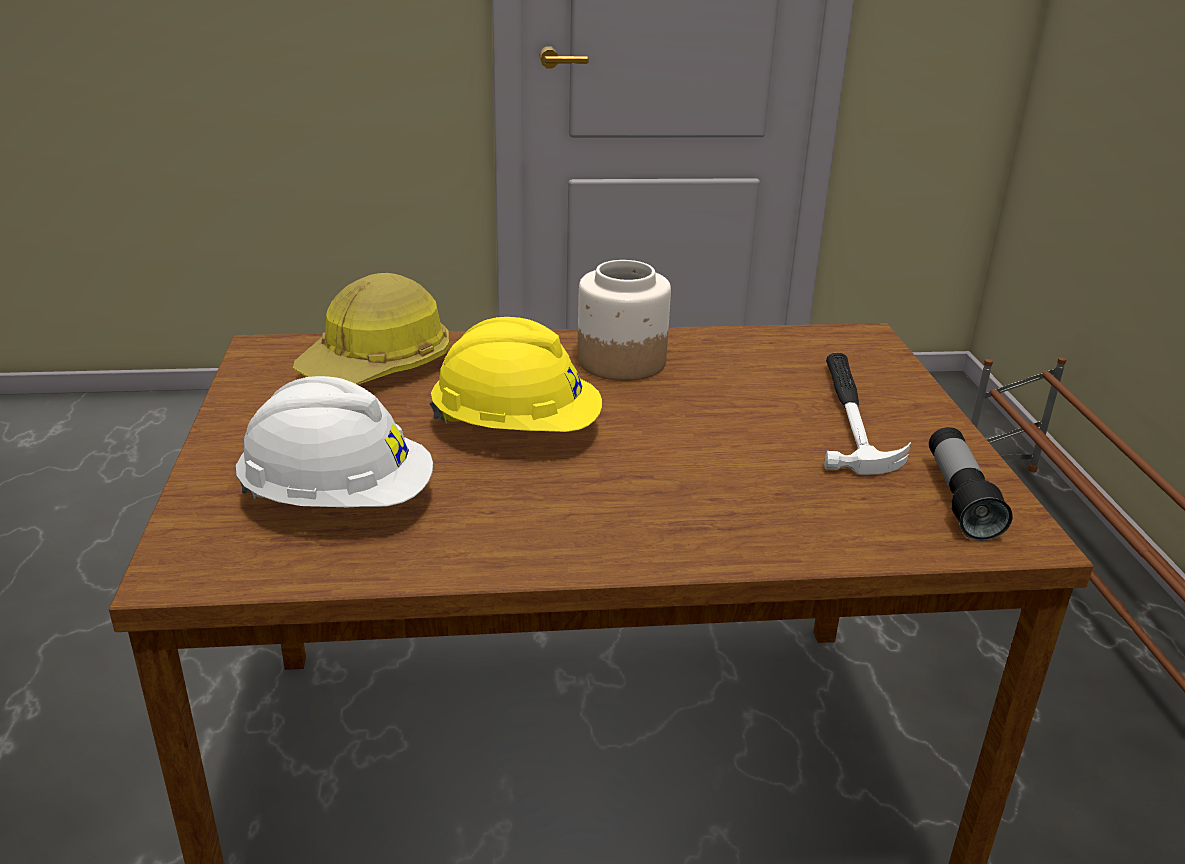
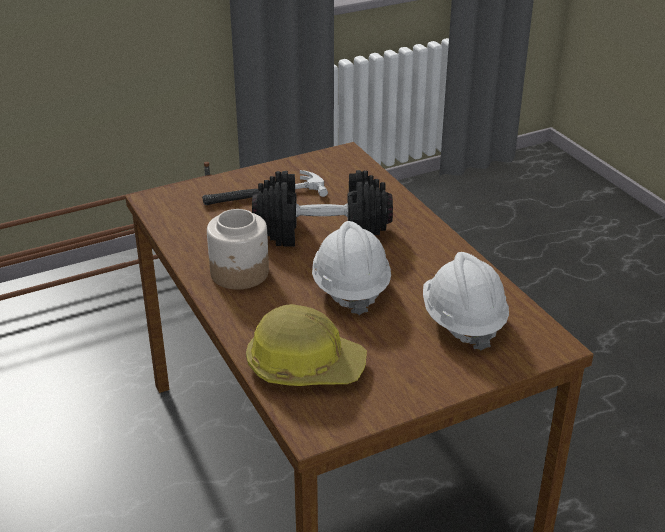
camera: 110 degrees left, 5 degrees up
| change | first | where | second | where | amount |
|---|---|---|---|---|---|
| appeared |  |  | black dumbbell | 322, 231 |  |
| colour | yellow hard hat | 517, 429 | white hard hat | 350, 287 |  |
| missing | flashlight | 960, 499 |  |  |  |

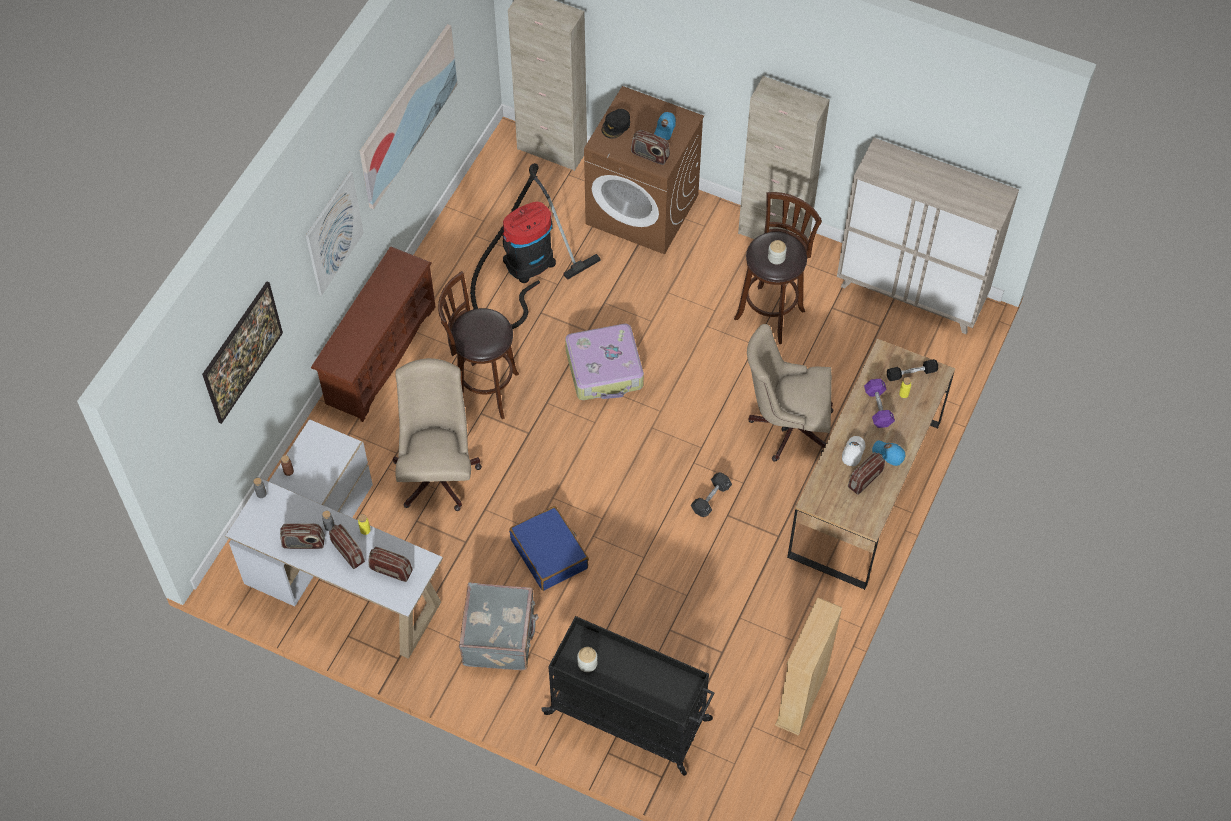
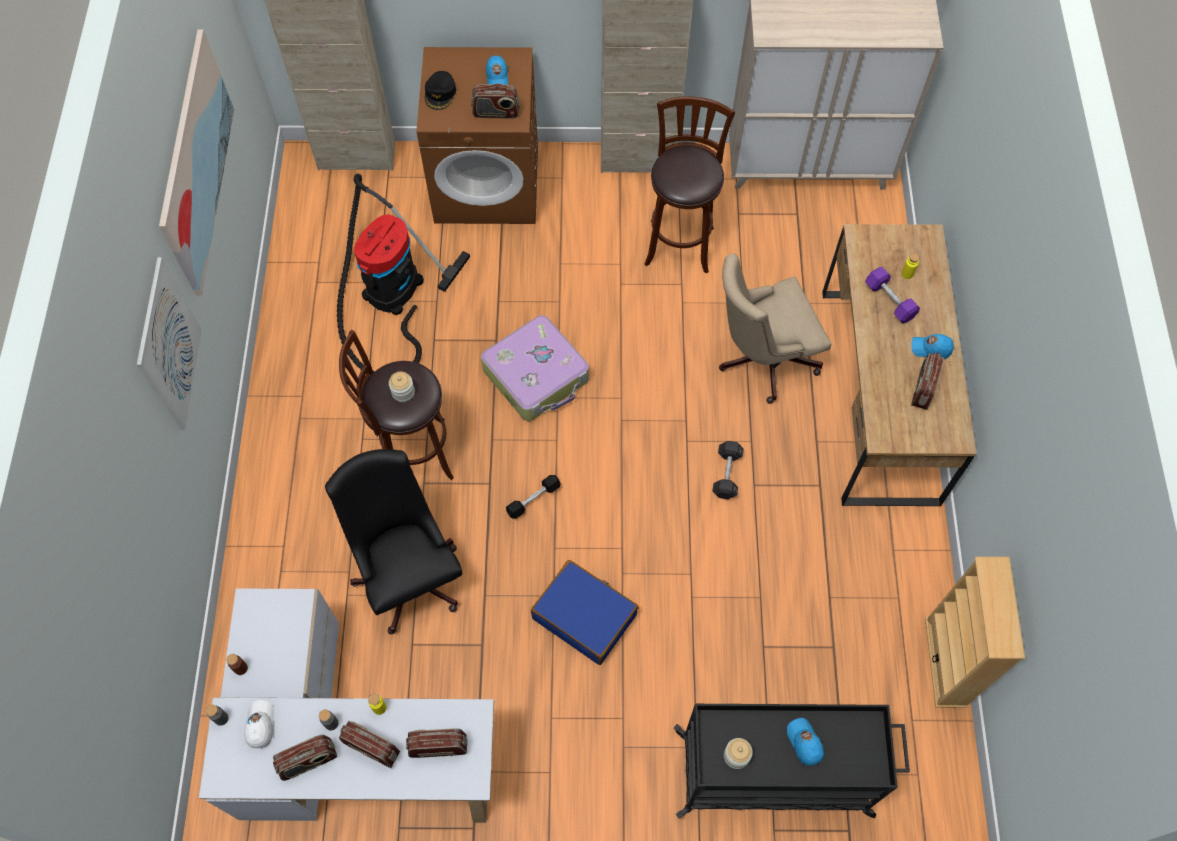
camera: 25 degrees left, 5 degrees up
| change | first | where | second | where | amount |
|---|---|---|---|---|---|
| relocated | white cap | 853, 452 |  | 260, 725 |  |
| colour | beige office chair | 438, 471 | black office chair | 408, 573 |  |
| relocated | jar | 776, 257 |  | 403, 392 |  |
| relocated | black dumbbell | 911, 373 |  | 533, 499 |  |
| appeared |  |  | blue cap | 804, 742 |  |
| missing | picture | 246, 364 |  |  |  |
| missing | brown shoe rack | 379, 354 |  |  |  |
| missing | grey suitcase | 500, 637 |  |  |  |

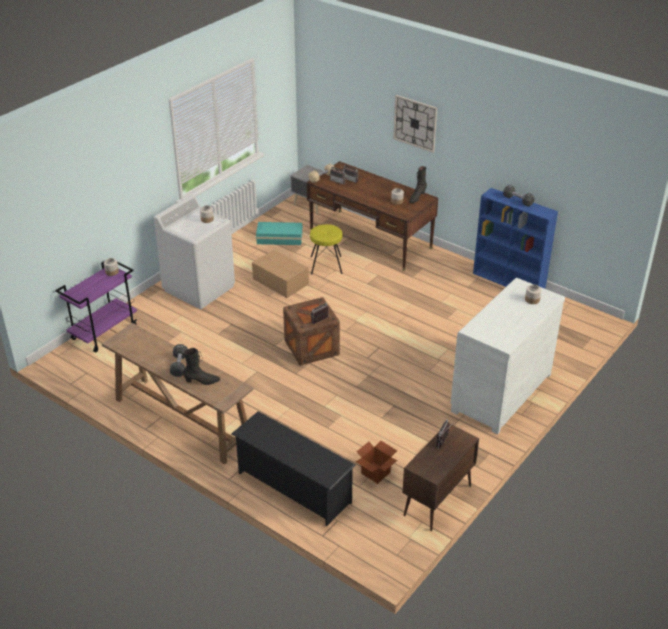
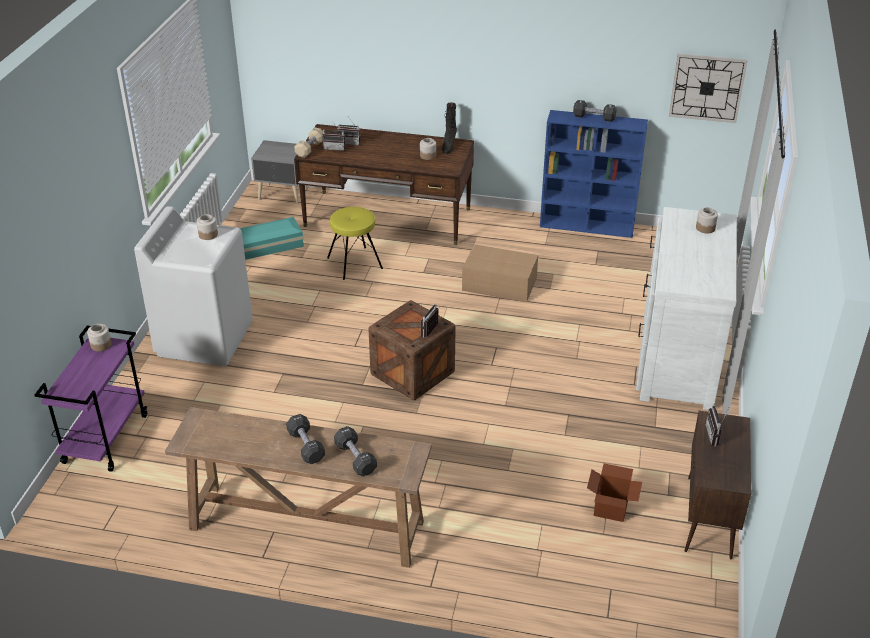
camera: 25 degrees left, 0 degrees up
| change | first | where | second | where | amount |
|---|---|---|---|---|---|
| exchanged | black boot | 202, 381 | black dumbbell | 355, 458 |  |
| relocated | cardboard box | 281, 282 |  | 500, 284 |  |
| relocated | wall clock | 415, 123 |  | 707, 88 |  |
| missing | black shoe rack | 293, 487 |  |  |  |

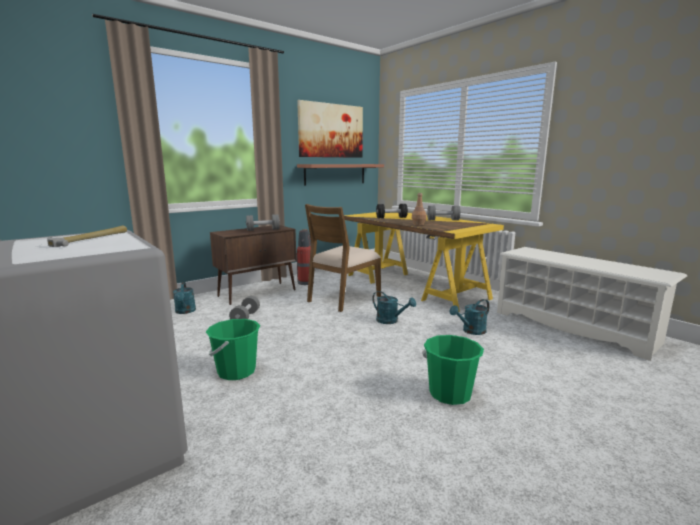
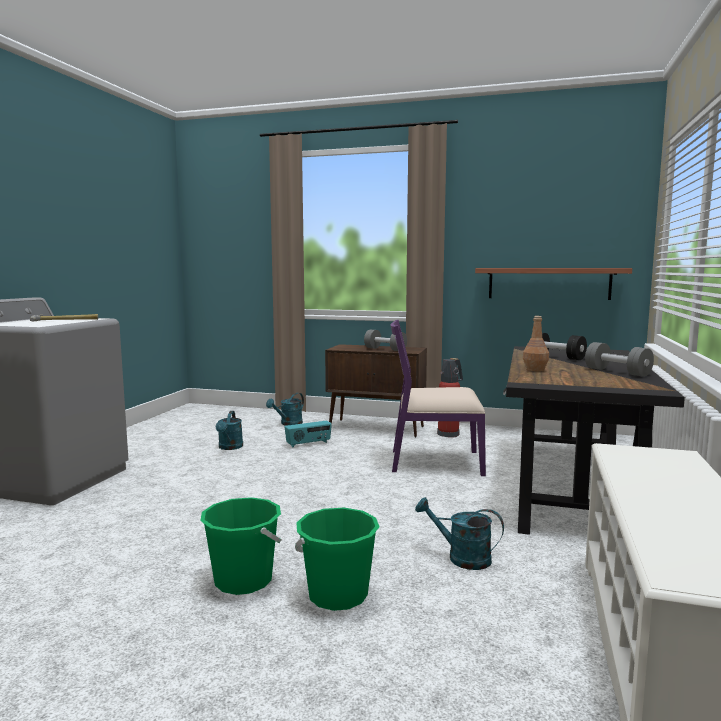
camera: 55 degrees right, 5 degrees down
| change | first | where | second | where | amount |
|---|---|---|---|---|---|
| relocated | turquoise watering can | 391, 321 |  | 229, 447 |  |
| exchanged | grey dumbbell | 245, 317 | radio | 308, 444 |  |
| relocated | green bucket | 236, 371 |  | 338, 595 |  |
| colour | brown chair | 343, 298 | purple chair | 435, 462 |  |
| colour | yellow desk | 414, 286 | black desk | 572, 483 |  |
| missing | picture | 331, 131 |  |  |  |

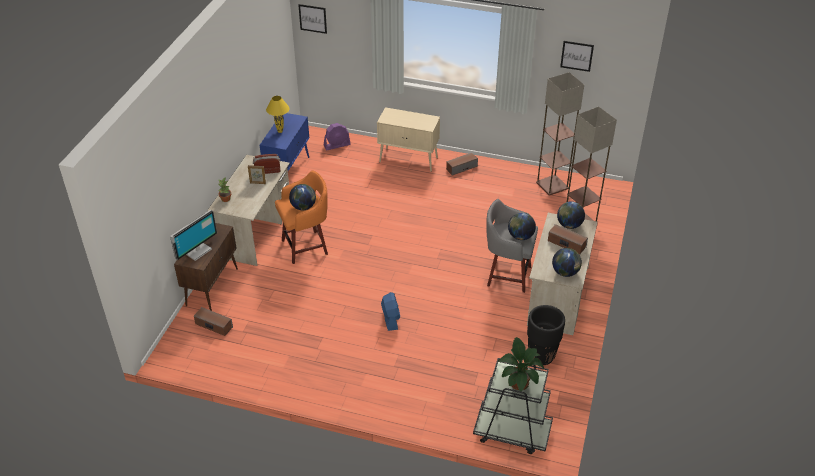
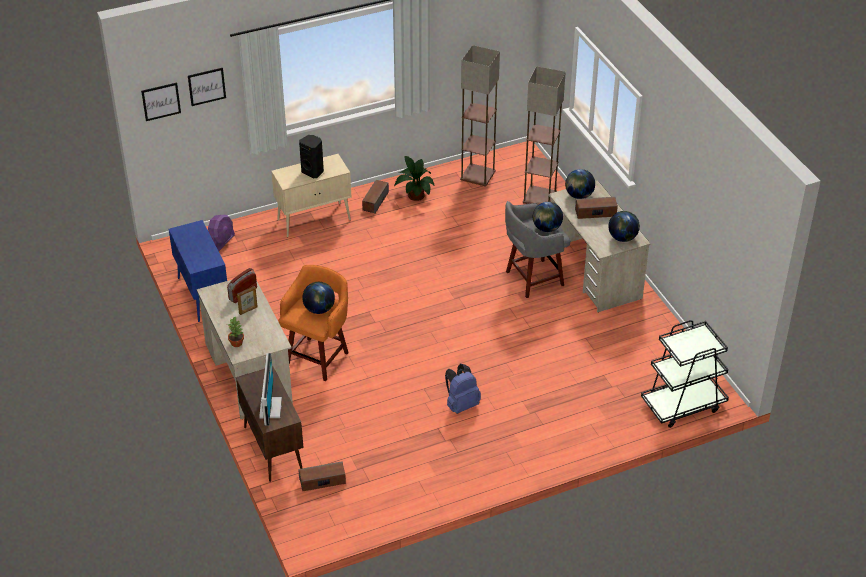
camera: 40 degrees left, 0 degrees up
| change | first | where | second | where | amount |
|---|---|---|---|---|---|
| relocated | picture | 576, 56 |  | 206, 86 |  |
| appeared |  |  | black speaker | 313, 172 |  |
| relocated | potted plant | 519, 381 |  | 415, 194 |  |
| appeared |  |  | blue backpack | 461, 404 |  |
| missing | yellow table lamp | 280, 131 |  |  |  |
| missing | blue fan | 390, 319 |  |  |  |
| missing | black planter | 541, 356 |  |  |  |

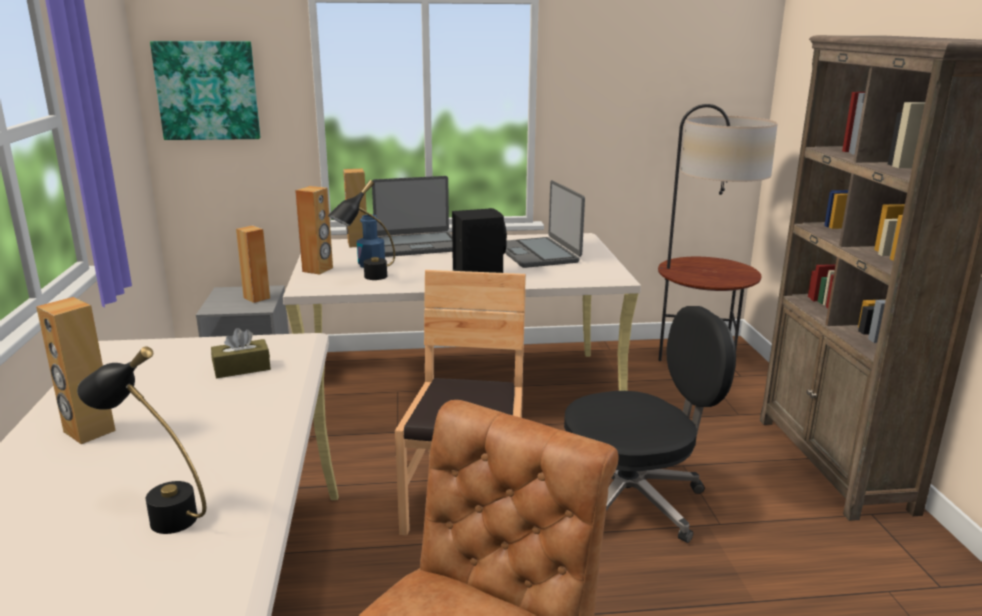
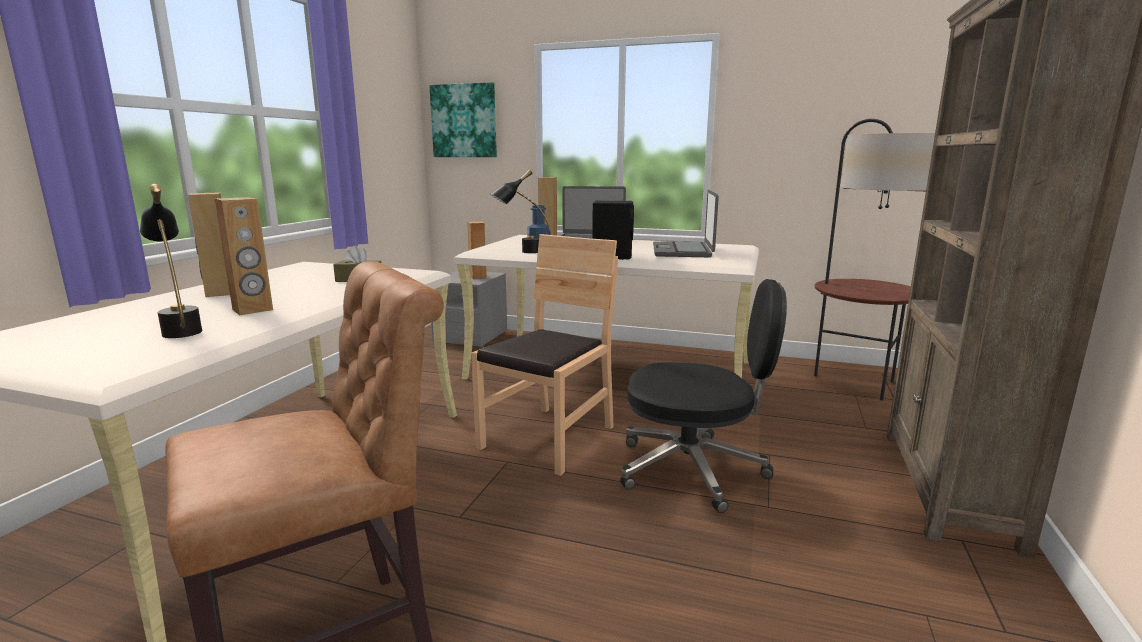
camera: 25 degrees right, 5 degrees down
| change | first | where | second | where | amount |
|---|---|---|---|---|---|
| relocated | brown speaker | 318, 270 |  | 253, 310 |  |

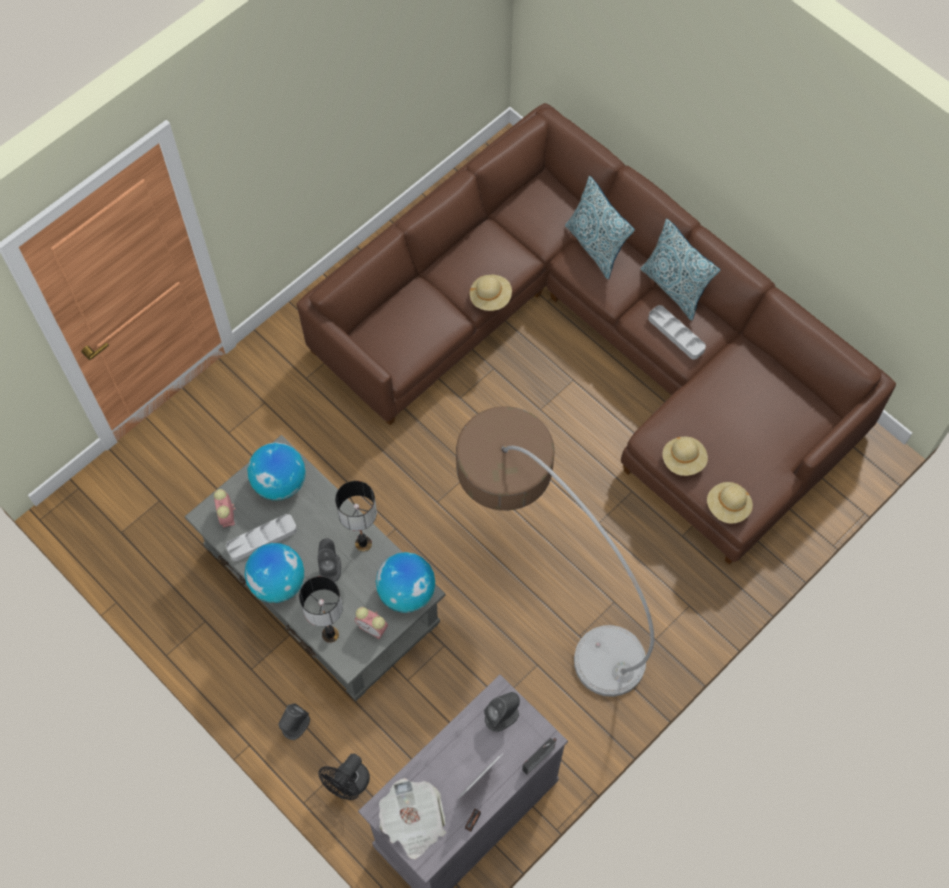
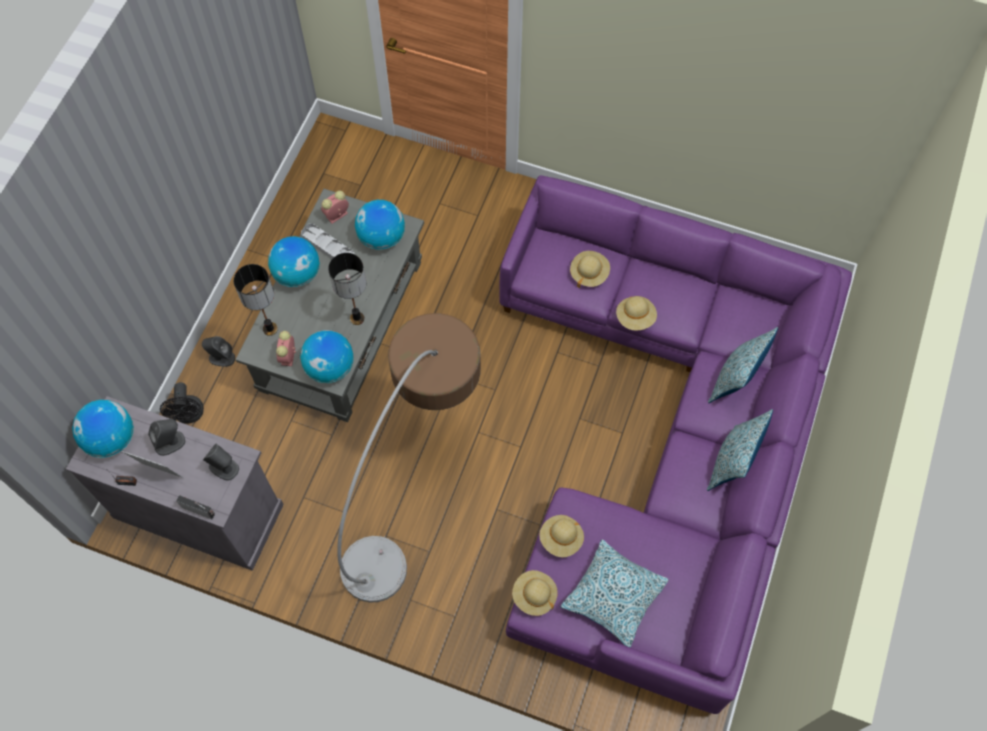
camera: 65 degrees right, 0 degrees up
| change | first | where | second | where | amount |
|---|---|---|---|---|---|
| exchanged | newspaper | 413, 822 | globe | 111, 439 |  |
| relocated | grey speaker | 330, 567 |  | 170, 443 |  |
| spun | black fan | 348, 784 |  | 189, 415 | 105 degrees counterclockwise |
| colour | brown sofa | 598, 346 | purple sofa | 666, 440 |  |
| appeared |  |  | pillow | 614, 596 |  |
| appeared |  |  | beige hat | 589, 273 |  |
| missing | grey tray | 676, 334 |  |  |  |

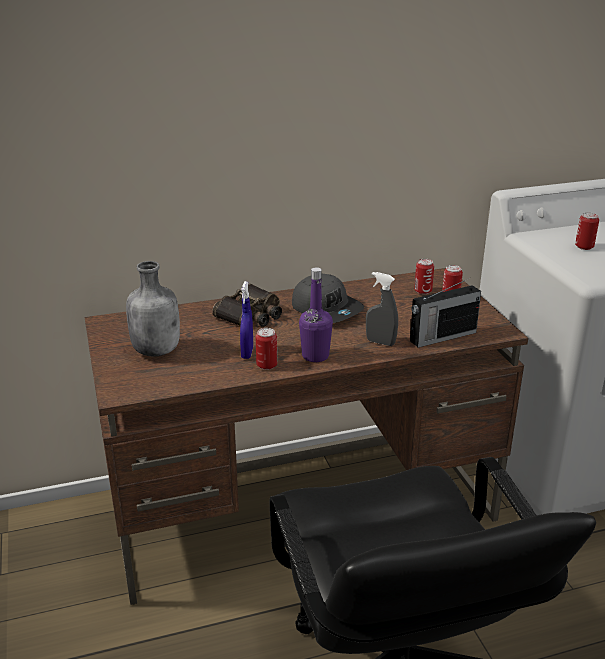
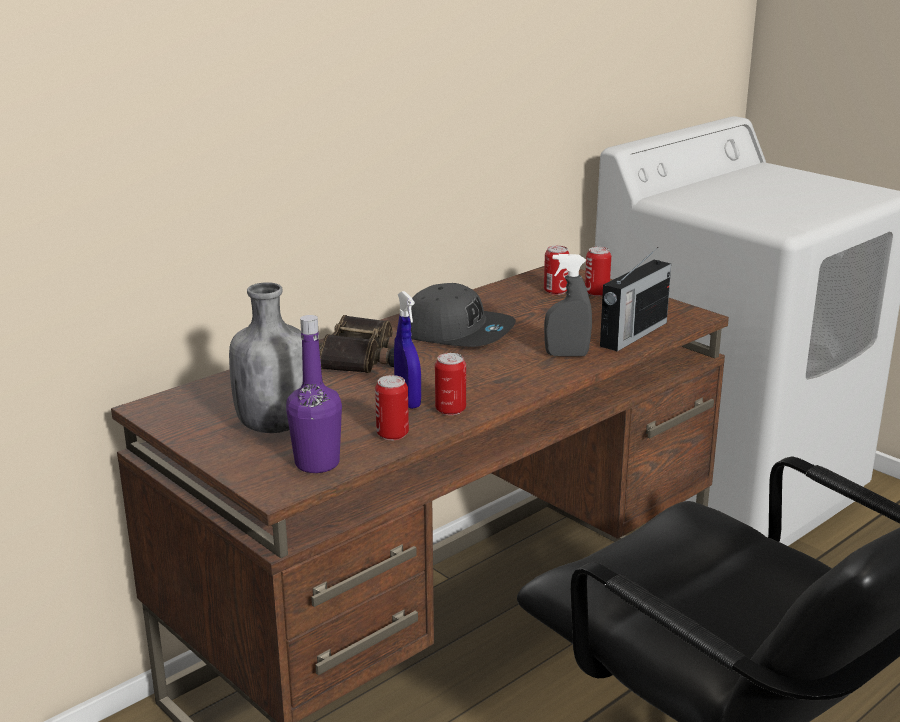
camera: 25 degrees left, 5 degrees down
| change | first | where | second | where | amount |
|---|---|---|---|---|---|
| relocated | purple bottle | 315, 356 |  | 317, 463 |  |
| relocated | can | 584, 247 |  | 392, 434 |  |

